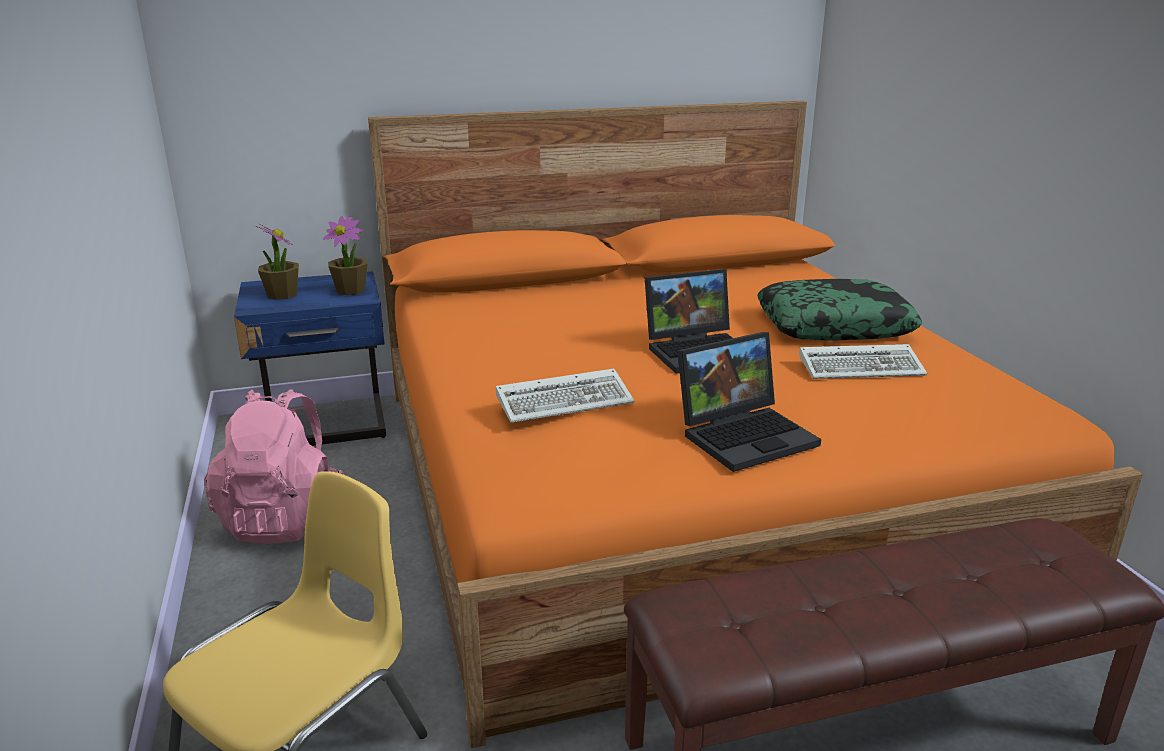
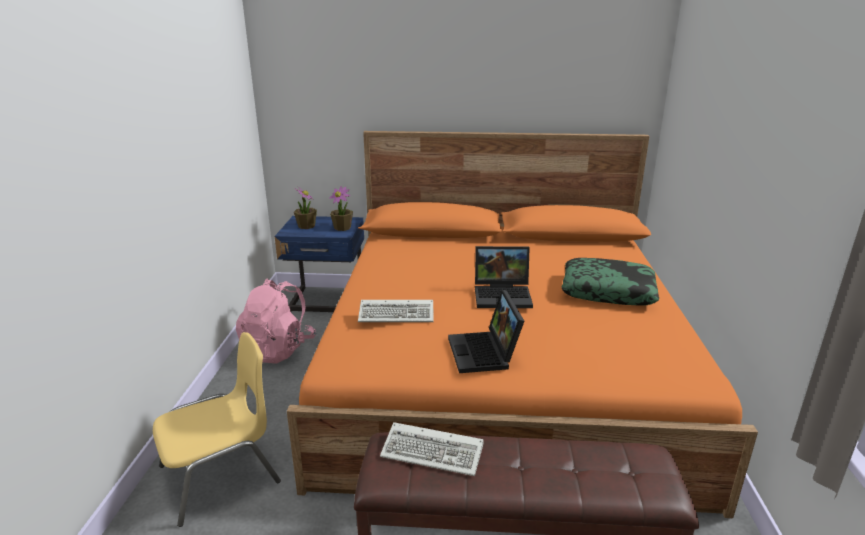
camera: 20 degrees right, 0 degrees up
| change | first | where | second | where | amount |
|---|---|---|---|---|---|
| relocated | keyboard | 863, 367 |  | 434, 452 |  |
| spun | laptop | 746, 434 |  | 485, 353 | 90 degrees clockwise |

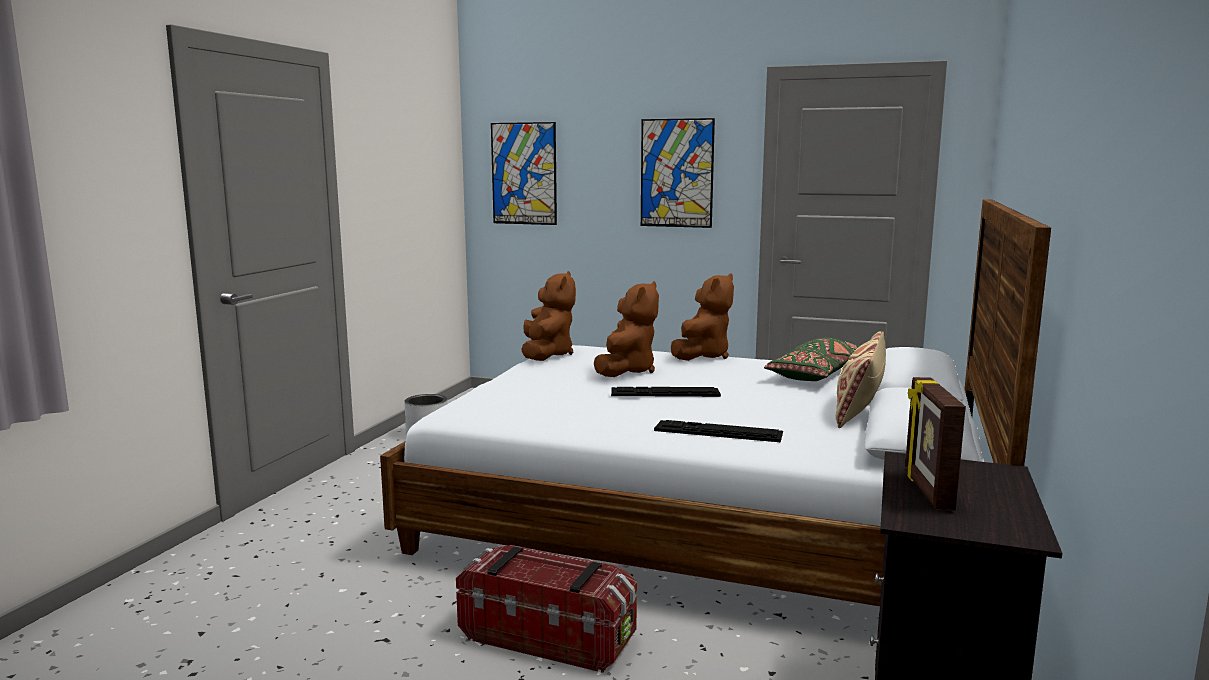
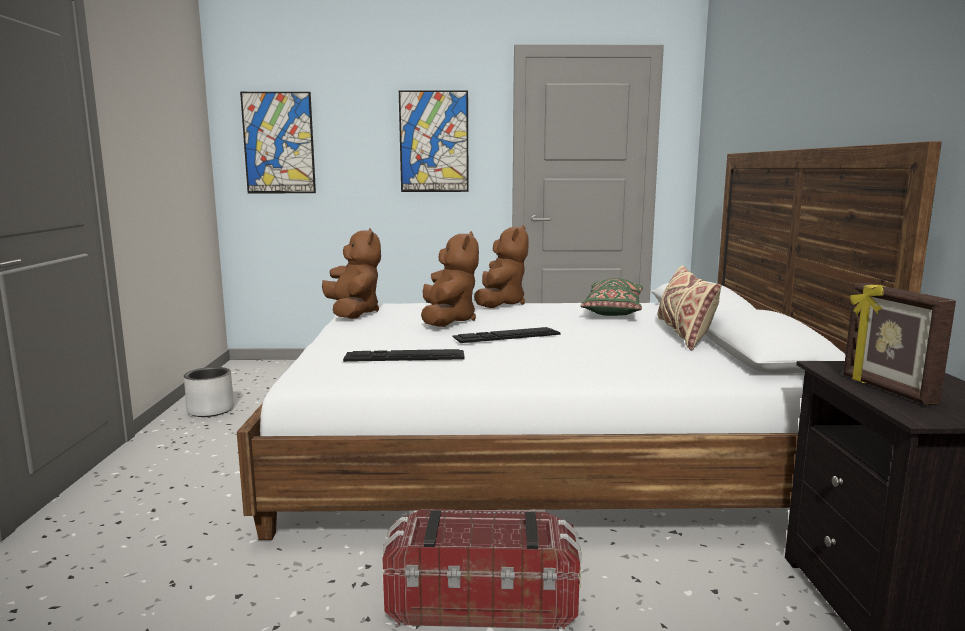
camera: 20 degrees left, 0 degrees up
| change | first | where | second | where | amount |
|---|---|---|---|---|---|
| relocated | keyboard | 718, 431 |  | 405, 356 |  |

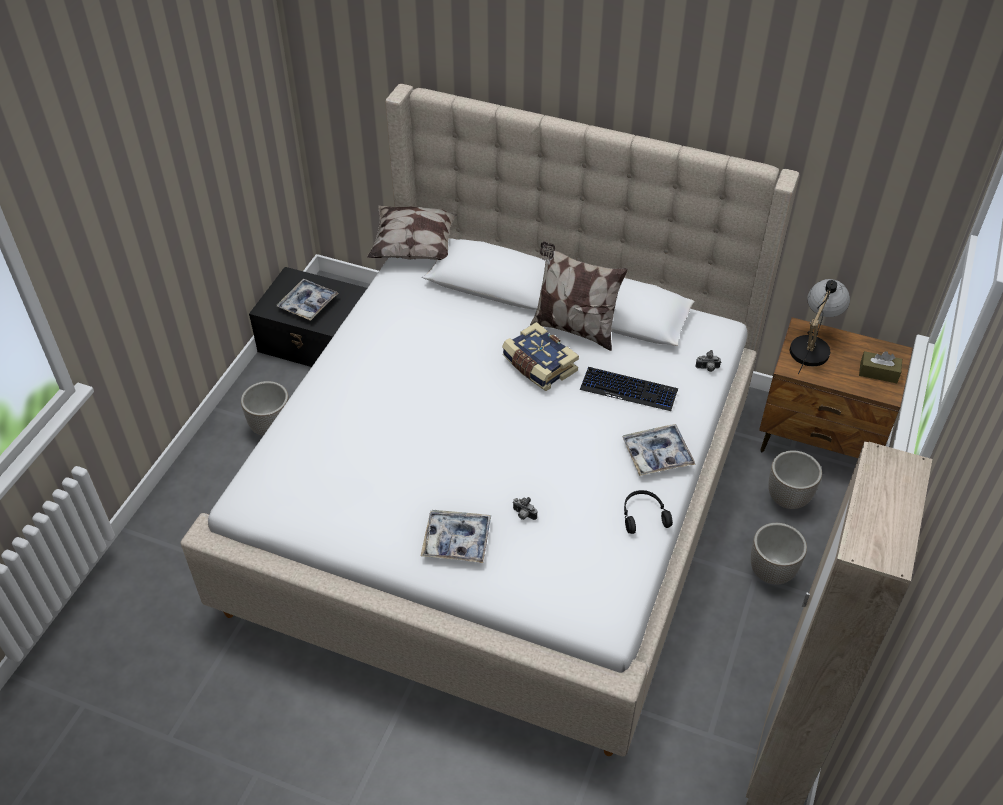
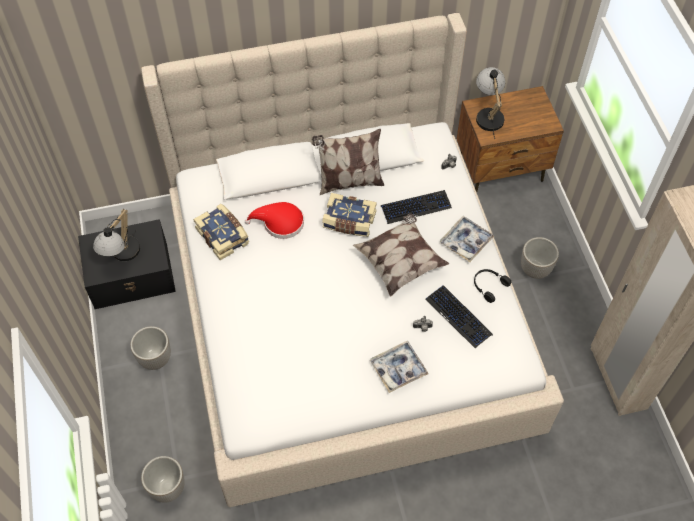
camera: 35 degrees left, 10 degrees up
| change | first | where | second | where | amount |
|---|---|---|---|---|---|
| exchanged | tray | 308, 304 | table lamp | 122, 256 |  |
| relocated | planter | 788, 498 |  | 168, 488 |  |
| appeared |  |  | book | 223, 236 |  |
| appeared |  |  | red hat | 280, 223 |  |
| relocated | pillow | 416, 247 |  | 400, 262 |  |
| appeared |  |  | keyboard | 459, 317 |  |
| missing | brown tissue box | 878, 373 |  |  |  |

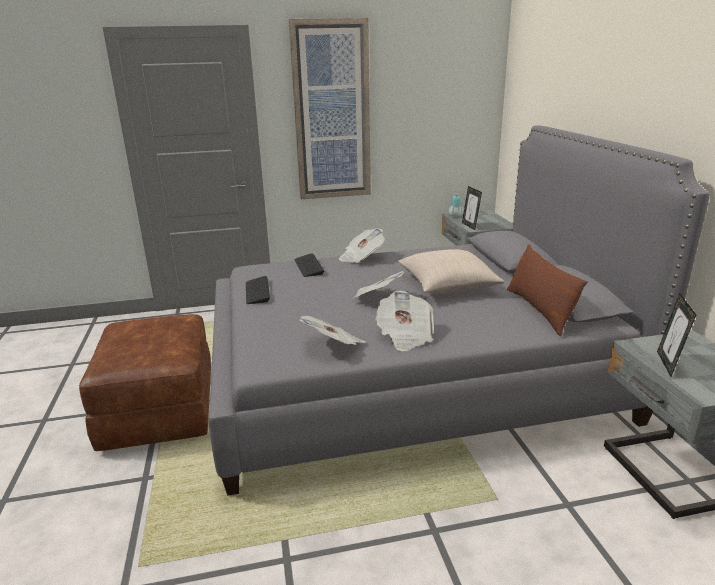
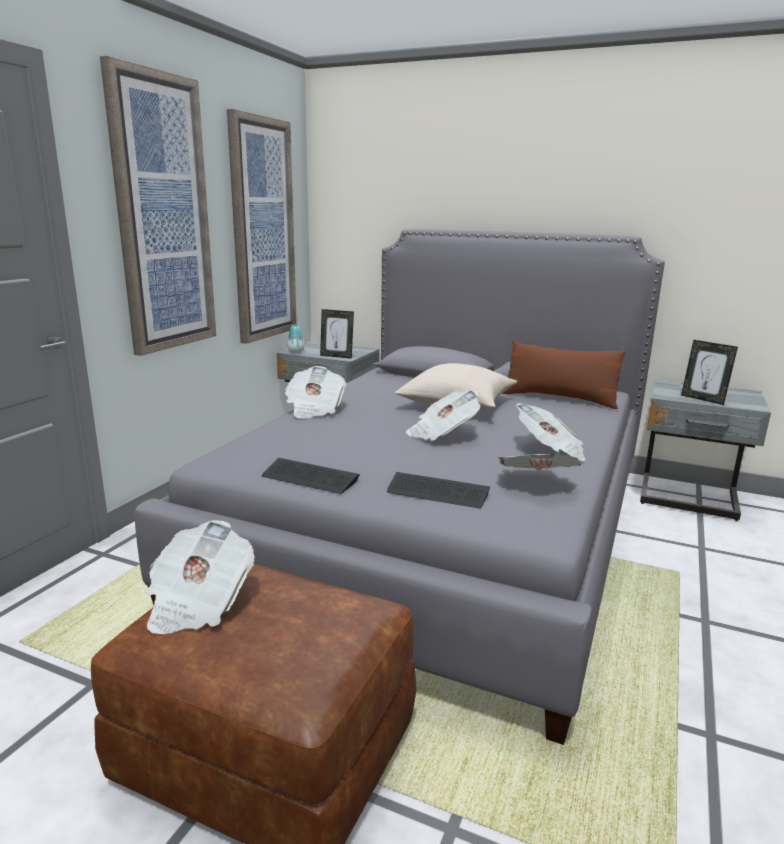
camera: 55 degrees left, 5 degrees down
| change | first | where | second | where | amount |
|---|---|---|---|---|---|
| appeared |  |  | newspaper | 197, 602 |  |
| appeared |  |  | picture | 262, 231 |  |
| relocated | keyboard | 308, 266 |  | 437, 492 |  |

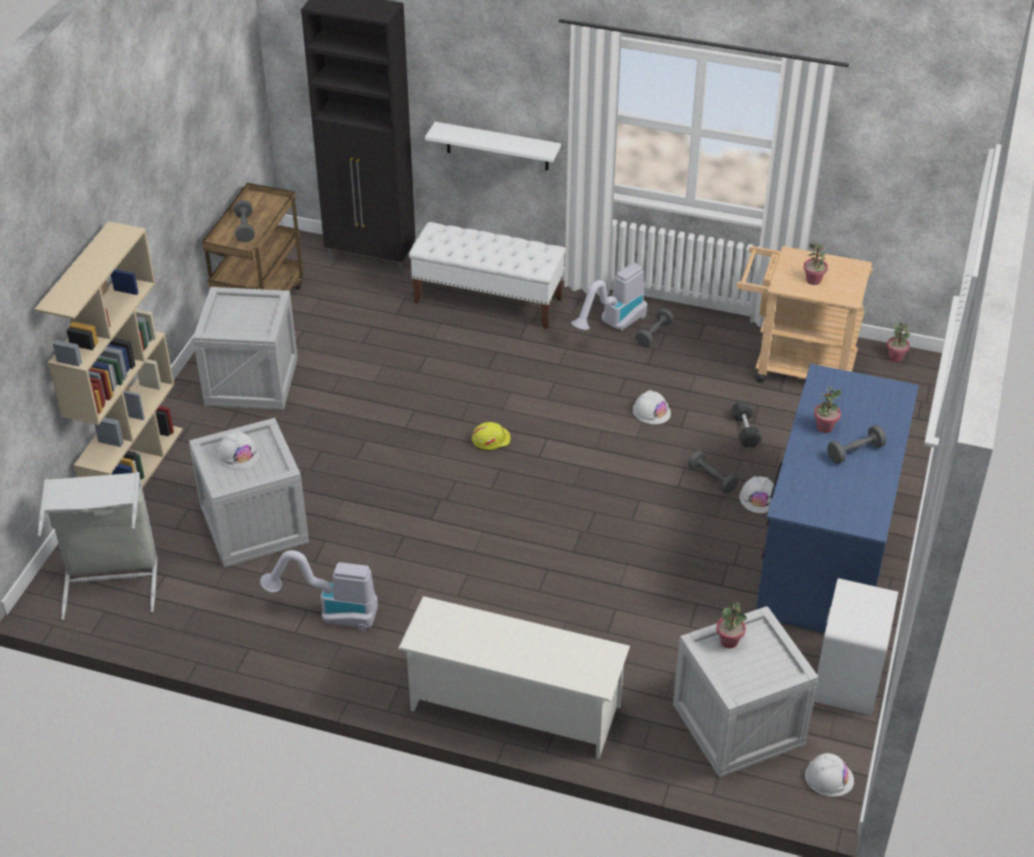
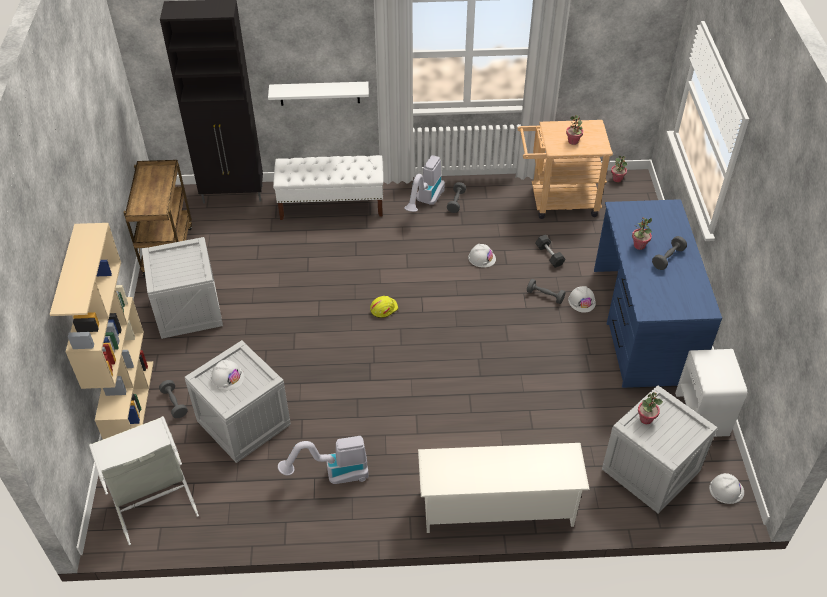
camera: 20 degrees left, 5 degrees up
| change | first | where | second | where | amount |
|---|---|---|---|---|---|
| relocated | grey dumbbell | 245, 228 |  | 174, 403 |  |

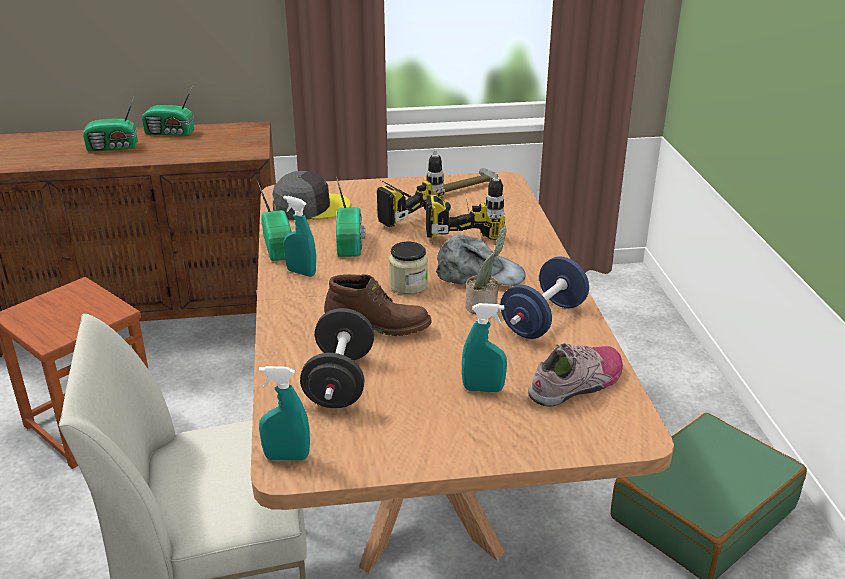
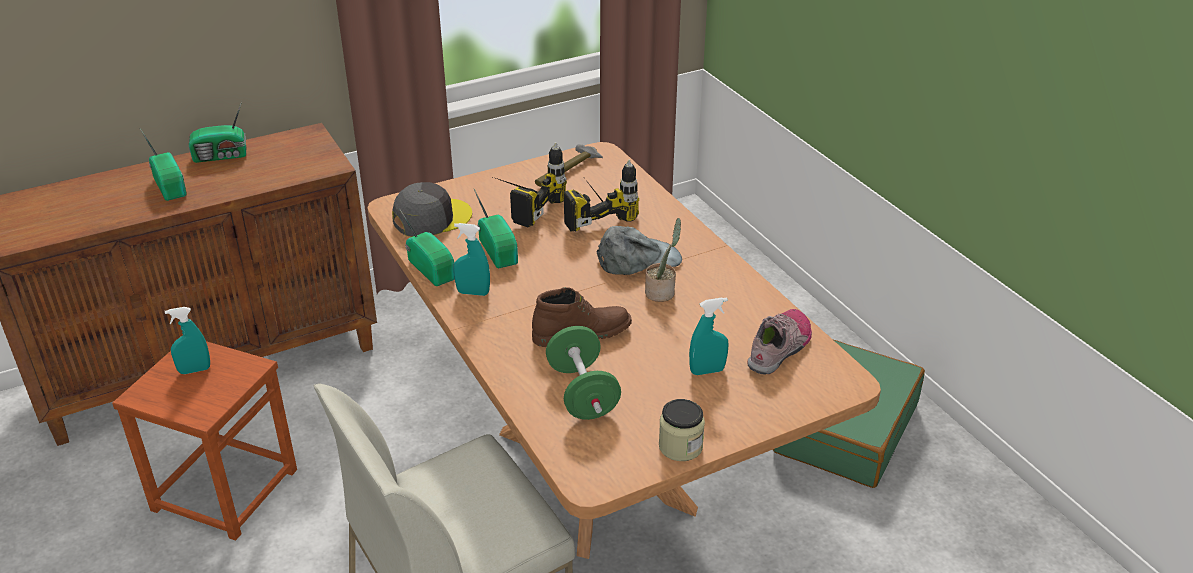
camera: 20 degrees left, 5 degrees up
| change | first | where | second | where | amount |
|---|---|---|---|---|---|
| spun | radio | 114, 147 |  | 171, 186 | 90 degrees counterclockwise |
| relocated | turquoise spray bottle | 287, 457 |  | 194, 370 |  |
| colour | black dumbbell | 340, 381 | green dumbbell | 582, 393 |  |
| relocated | jar | 408, 285 |  | 680, 446 |  |
| missing | blue dumbbell | 543, 320 |  |  |  |

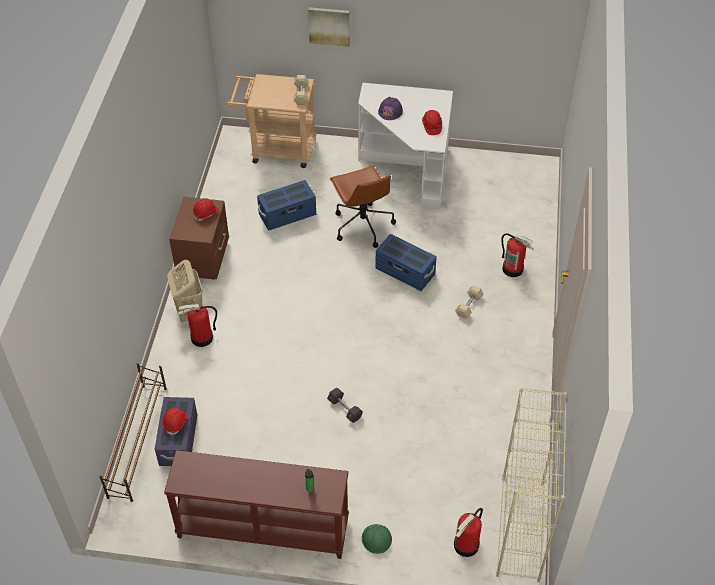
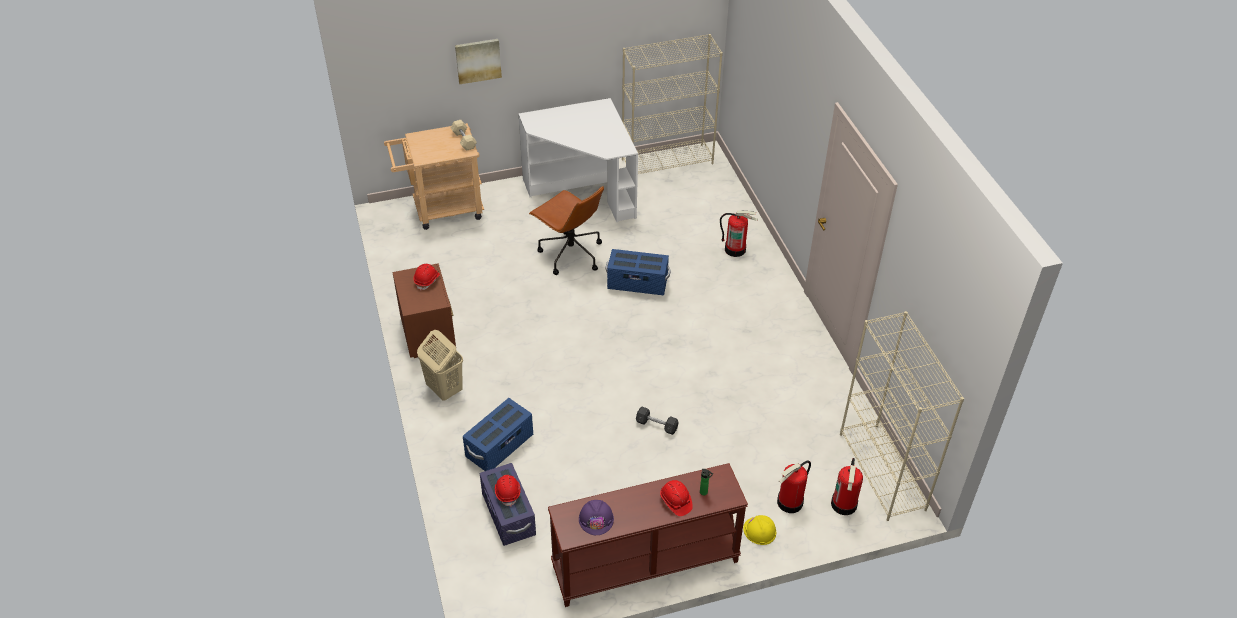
camera: 25 degrees left, 5 degrees down
| change | first | where | second | where | amount |
|---|---|---|---|---|---|
| relocated | blue storage box | 287, 215 |  | 500, 446 |  |
| relocated | purple hard hat | 390, 111 |  | 596, 519 |  |
| appeared |  |  | beige bookcase | 667, 161 |  |
| relocated | red hard hat | 431, 126 |  | 675, 502 |  |
| colour | green hard hat | 376, 539 | yellow hard hat | 759, 531 |  |
| relocated | fire extinguisher | 202, 338 |  | 790, 502 |  |
| missing | brown shoe rack | 138, 440 |  |  |  |
| missing | beige dumbbell | 469, 306 |  |  |  |

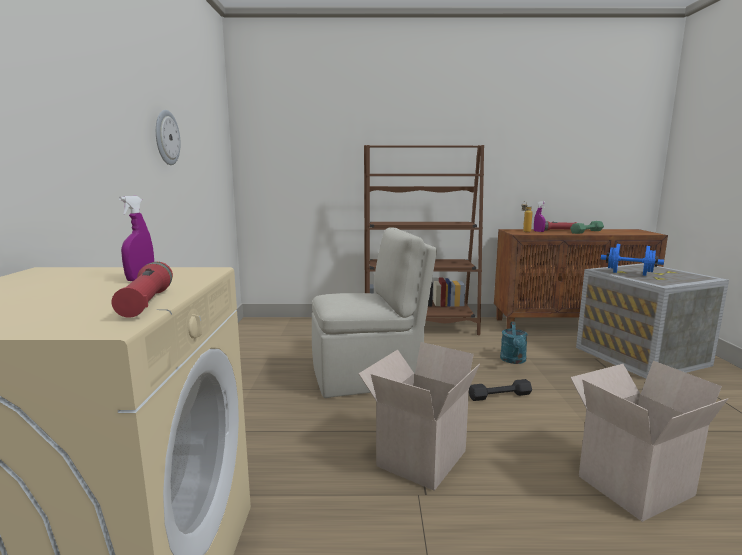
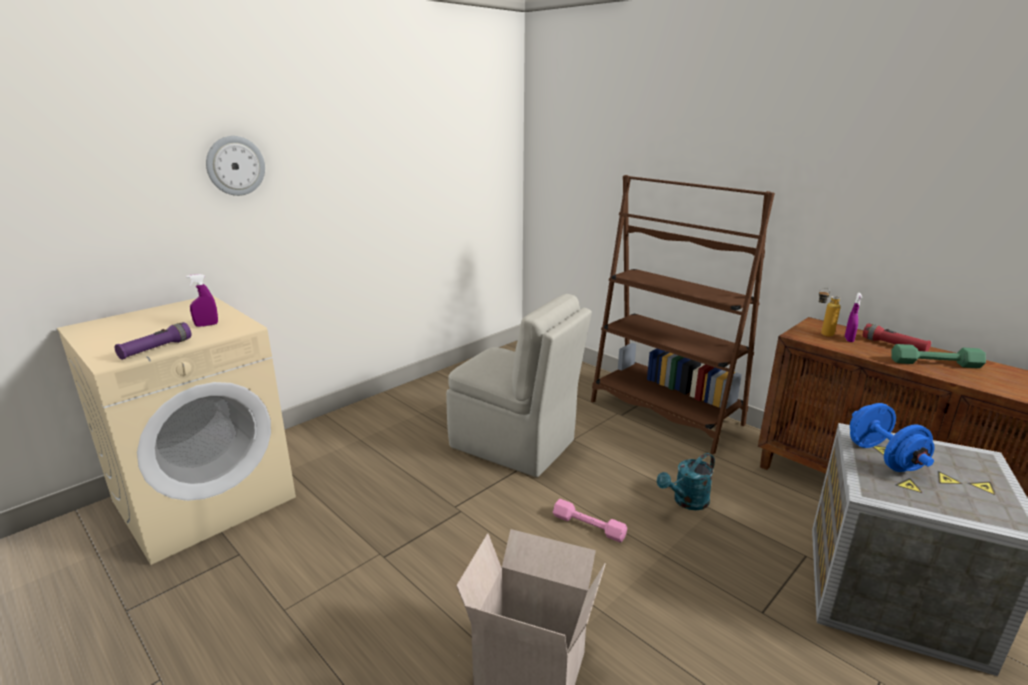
camera: 45 degrees right, 10 degrees up
| change | first | where | second | where | amount |
|---|---|---|---|---|---|
| colour | red flashlight | 147, 302 | purple flashlight | 156, 349 |  |
| relocated | wall clock | 166, 137 |  | 235, 166 |  |
| colour | black dumbbell | 499, 395 | pink dumbbell | 589, 526 |  |
| missing | cardboard box | 420, 456 |  |  |  |

